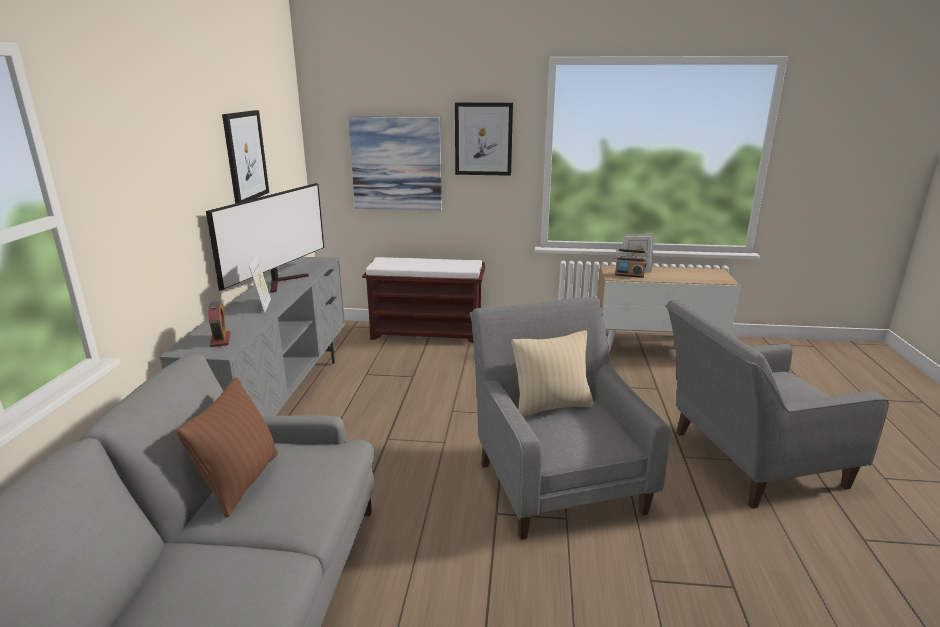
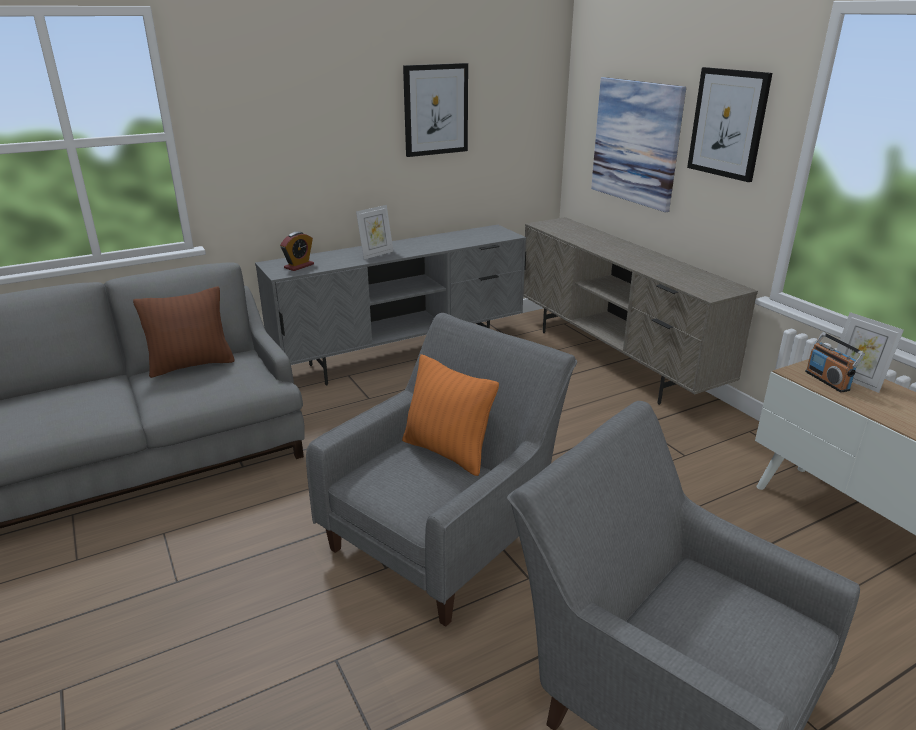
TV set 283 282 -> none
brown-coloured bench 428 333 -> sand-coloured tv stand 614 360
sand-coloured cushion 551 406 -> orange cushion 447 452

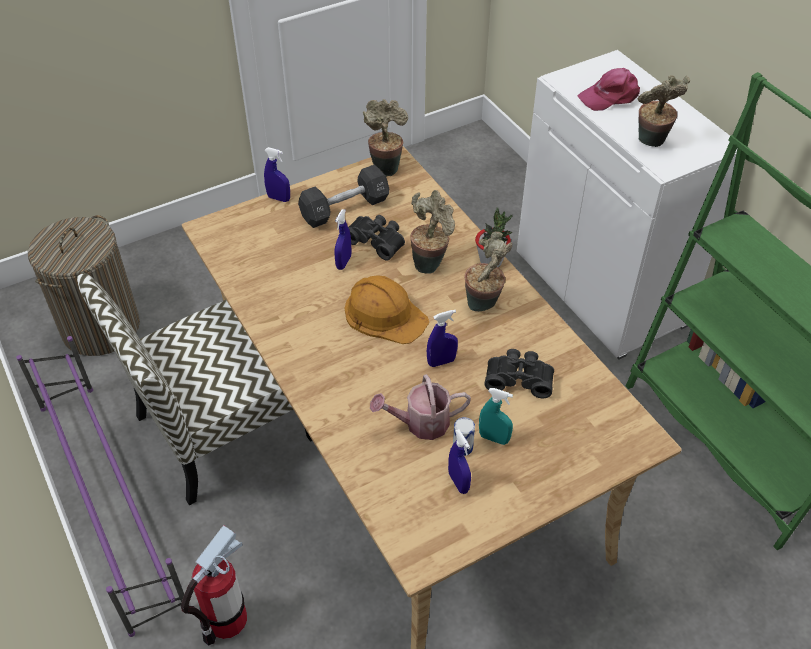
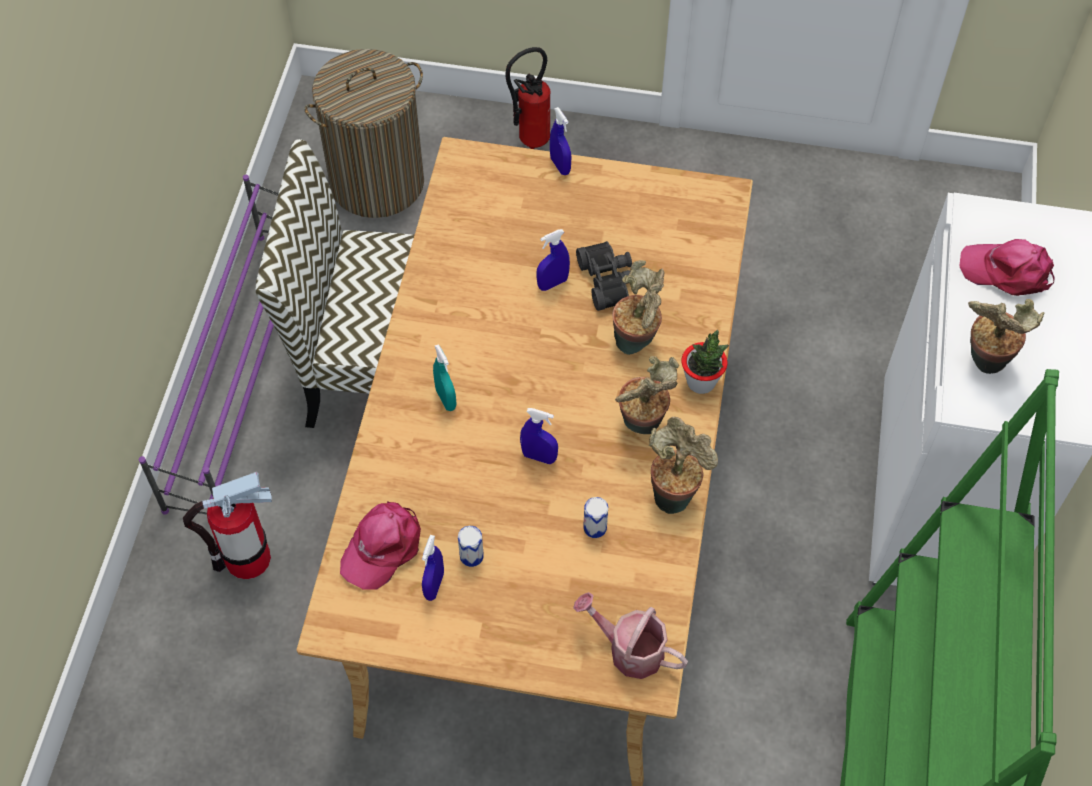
black free weight 345 208 -> none
orange hard hat 385 314 -> none
none -> pink-coloured baseball cap 383 547
none -> extinguisher 528 141
plant in a pot 385 167 -> plant in a pot 674 494, moved
sprinkling can 421 423 -> sprinkling can 629 649, moved
turquoise-coloured sprayer 494 438 -> turquoise-coloured sprayer 446 399, moved
black pair of binoculars 519 378 -> sealed can 595 527

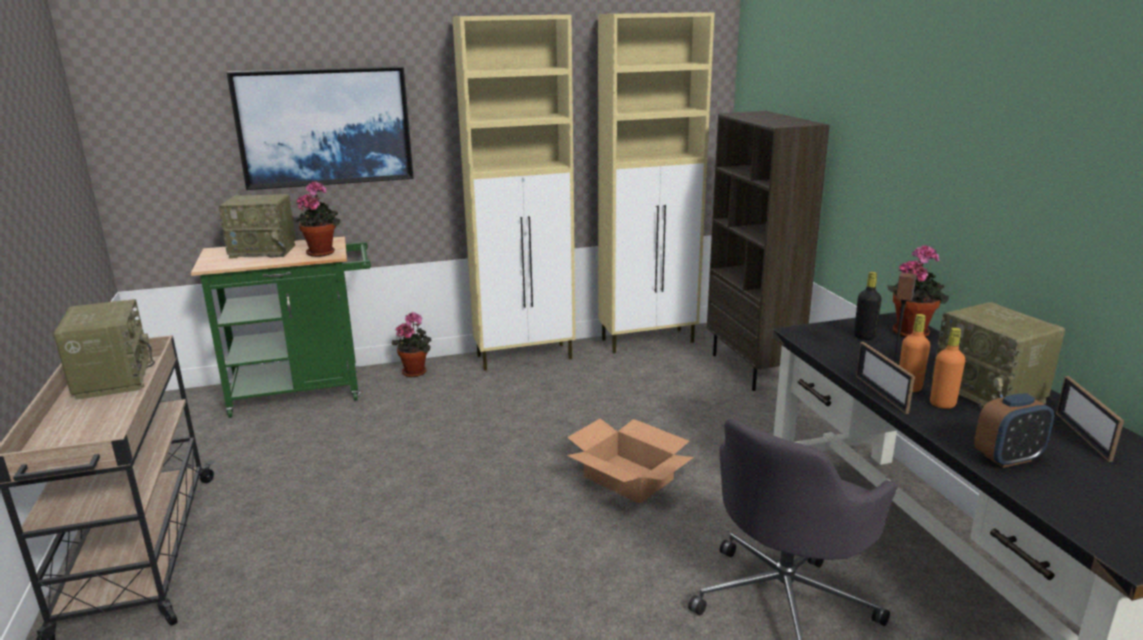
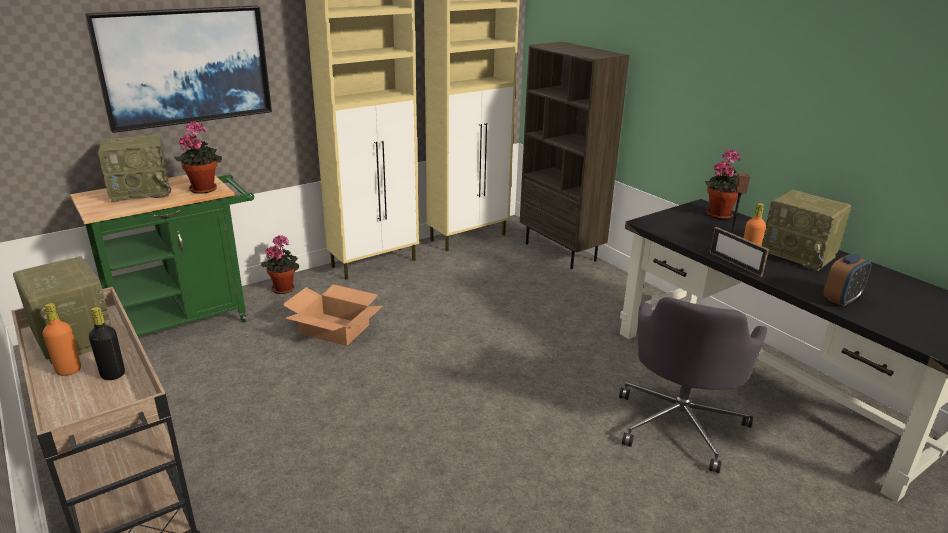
standing frame 1082 436 -> none
packing box 628 478 -> packing box 334 329, moved
black drink bottle 864 337 -> black drink bottle 113 375, moved
orange drink bottle 942 404 -> orange drink bottle 69 370, moved

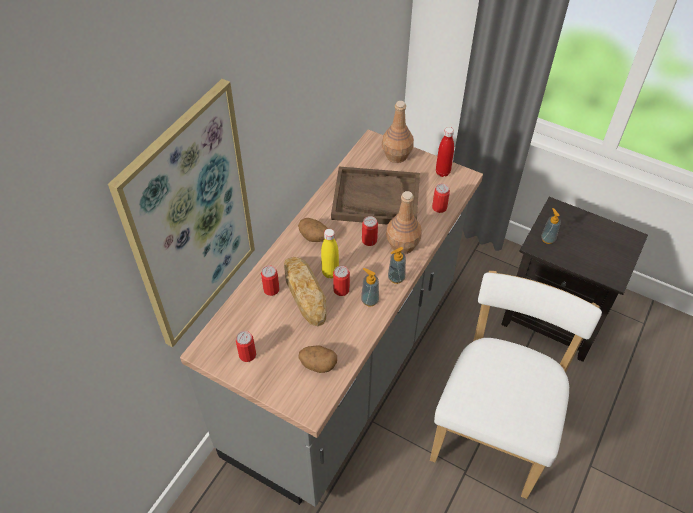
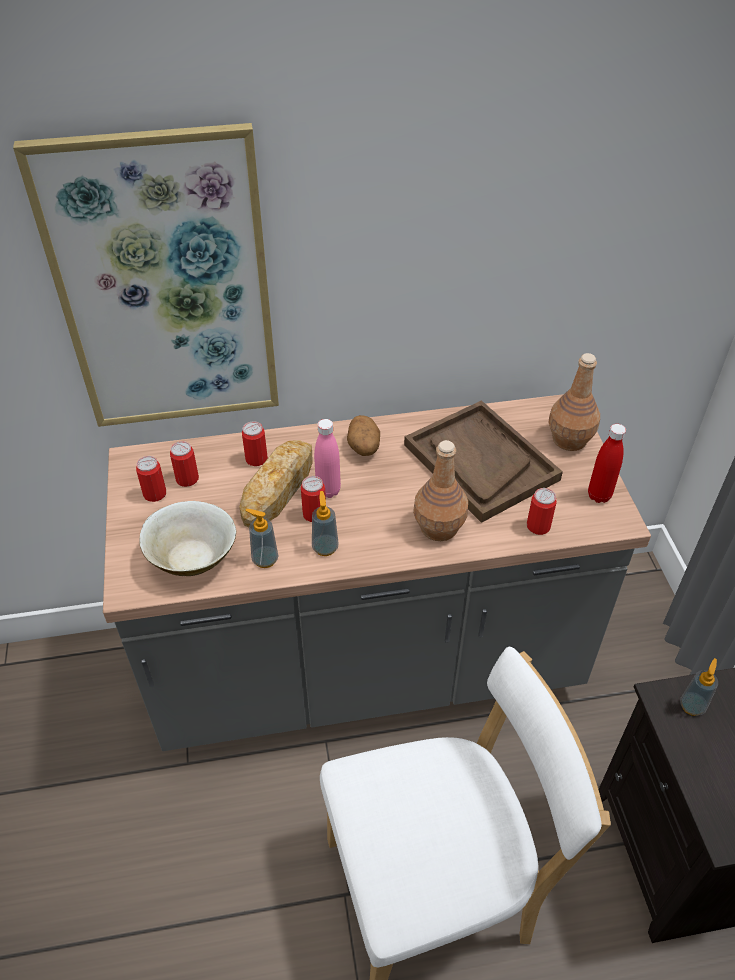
sealed can 369 240 -> sealed can 187 479, moved
liquid soap bottle 396 278 -> liquid soap bottle 265 559, moved
potato 318 364 -> sand-coloured deep dish 193 557
yellow drink bottle 330 273 -> pink-coloured drink bottle 328 490

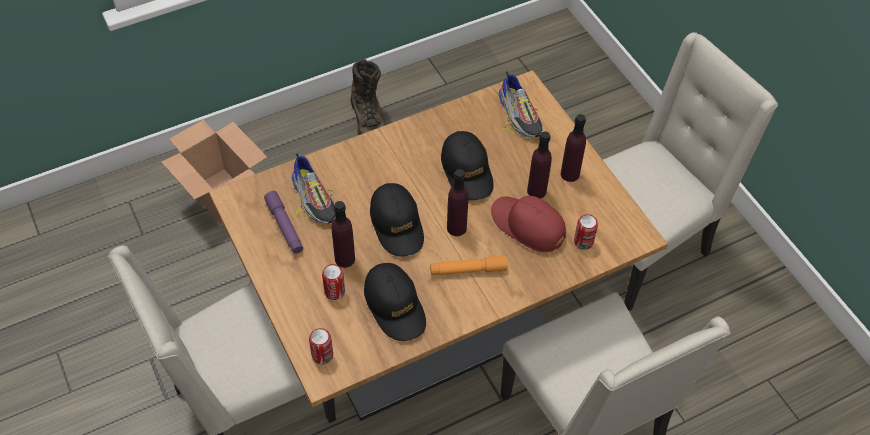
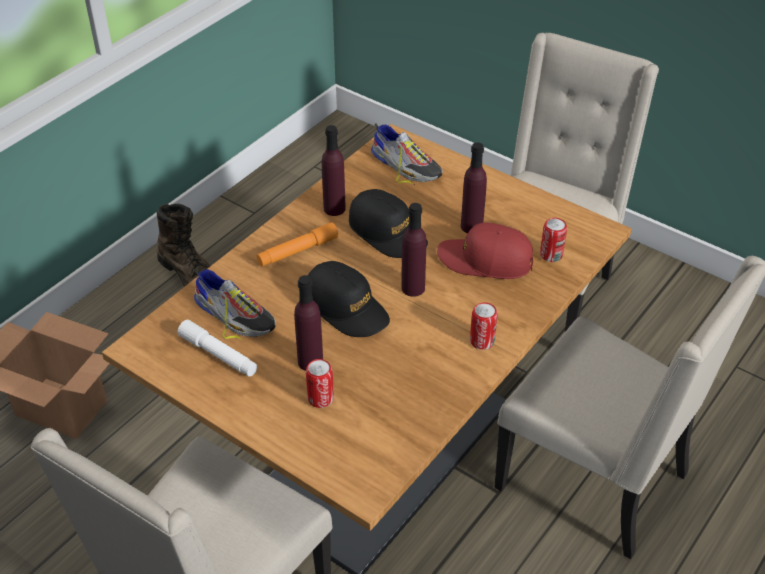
black baseball cap 395 306 -> none
sealed can 322 355 -> sealed can 482 341, moved
orange flashlight 468 270 -> orange flashlight 298 251, moved
purplish drink bottle 570 174 -> purplish drink bottle 334 208, moved
purplish flashlight 284 226 -> white-coloured flashlight 218 355

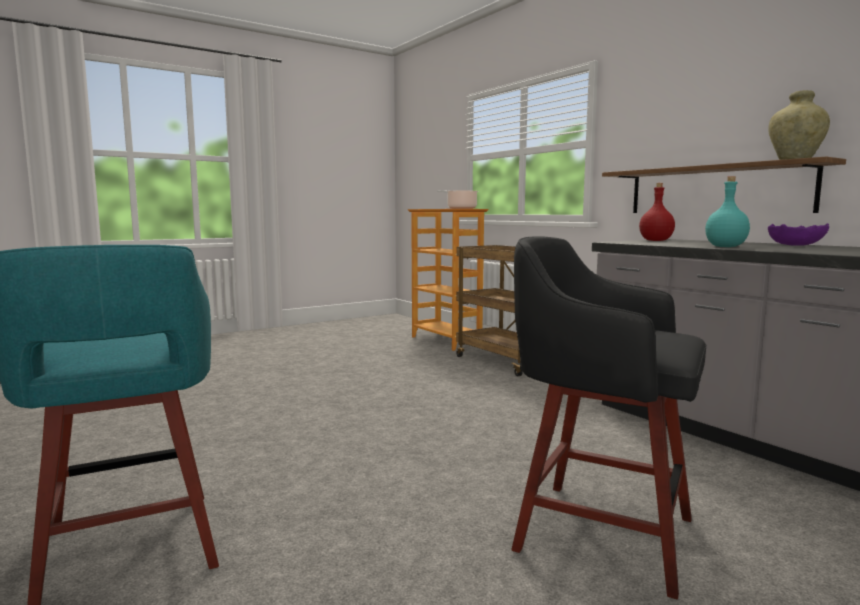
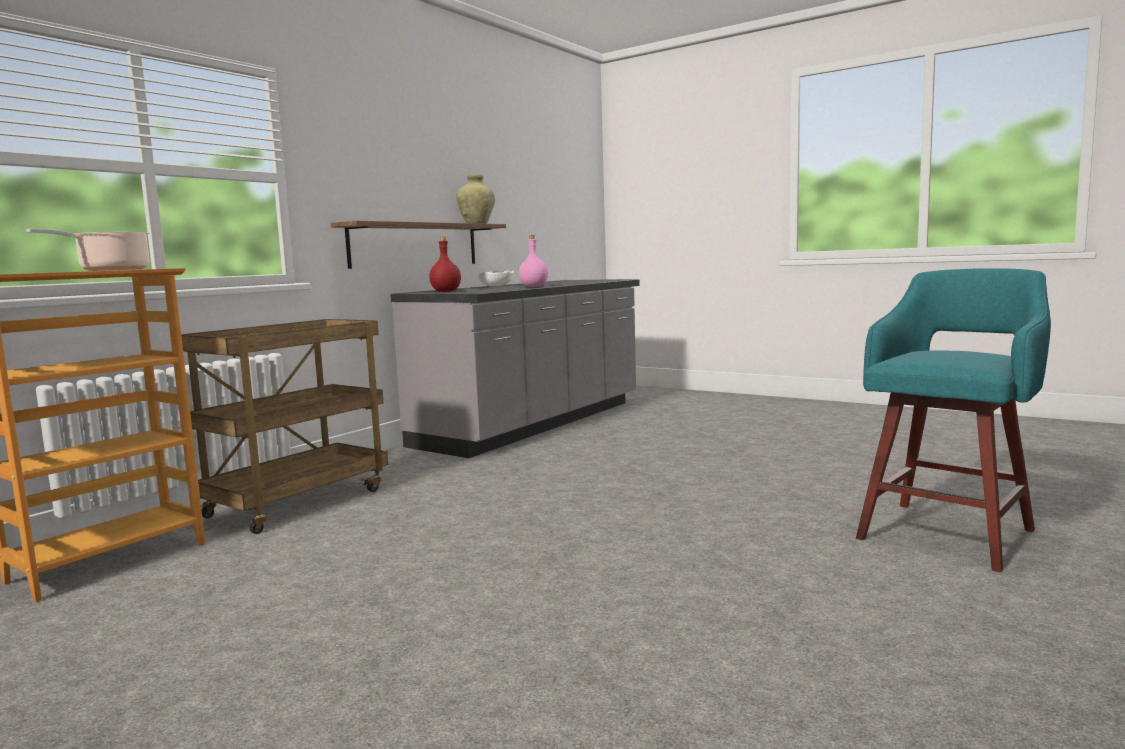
black sitting stool 598 531 -> none
turquoise-coloured drink bottle 726 247 -> pink-coloured drink bottle 534 286
purplish deep dish 795 245 -> white-coloured deep dish 496 286

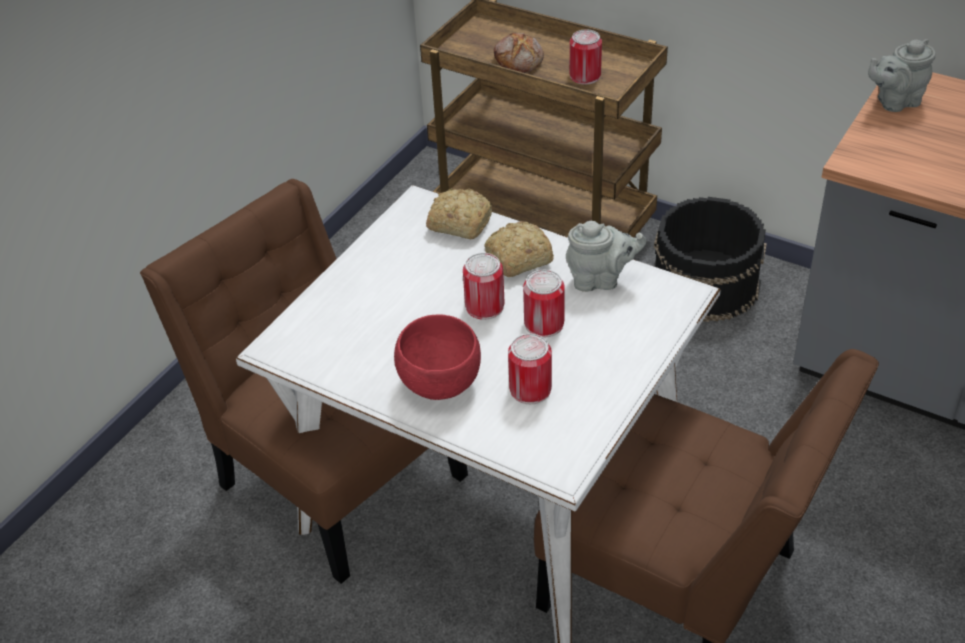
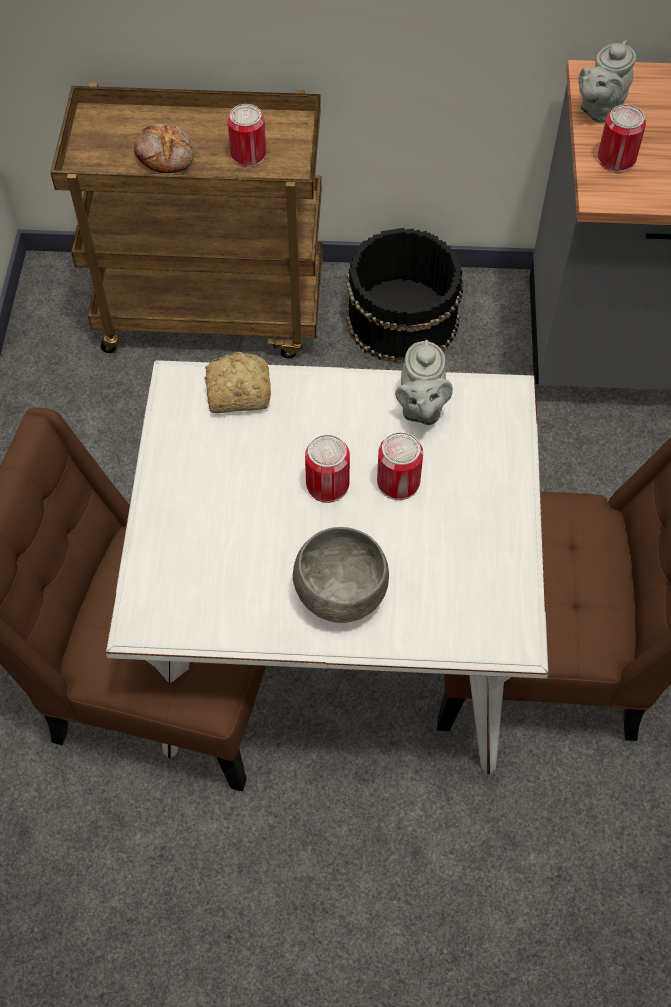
bakery bread 516 259 -> none
sealed can 530 389 -> sealed can 616 159, moved
red-coloured deep dish 438 384 -> gray deep dish 340 596
gray tea pot 600 280 -> gray tea pot 421 409, 120 degrees clockwise

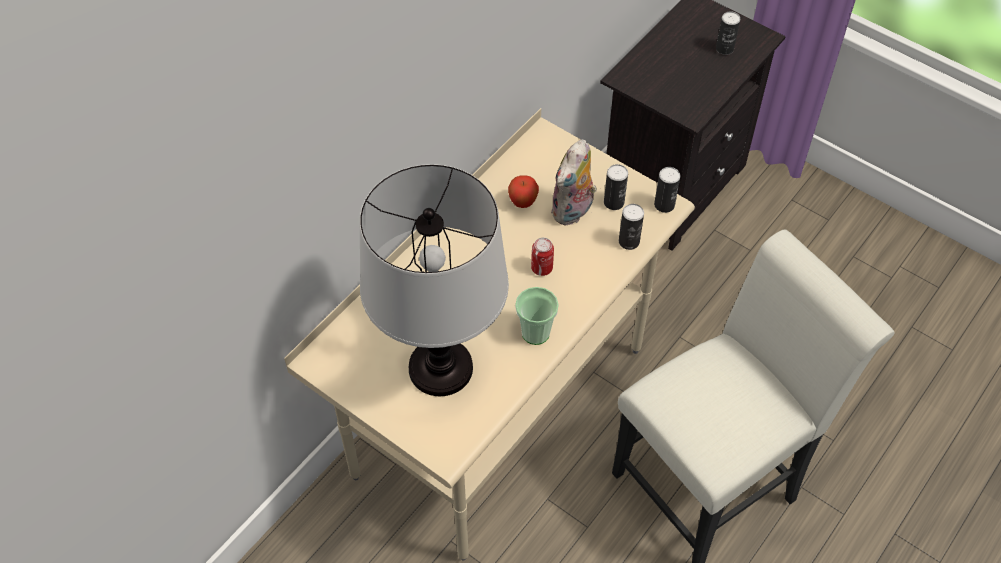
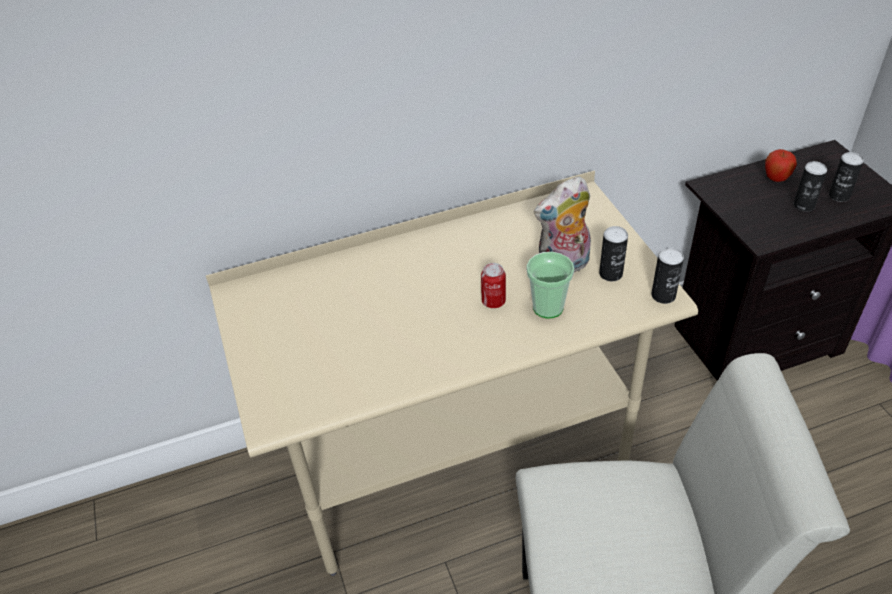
table lamp 441 368 -> none
apple fruit 522 203 -> apple fruit 776 179, moved
cup 535 333 -> cup 548 307, moved
sealed can 629 241 -> sealed can 804 205, moved

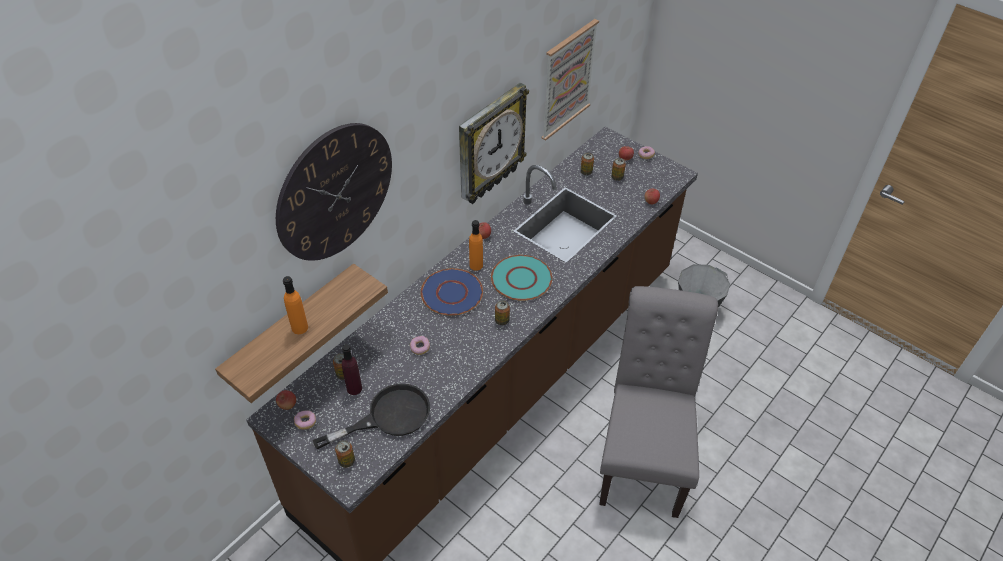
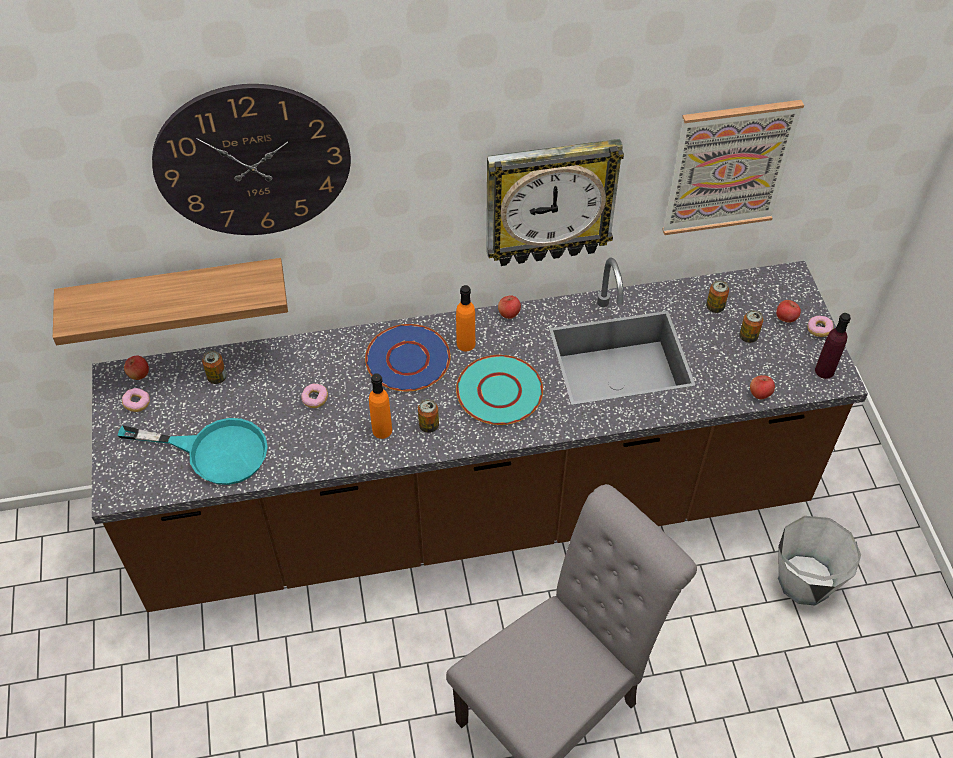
sealed can 346 461 -> none
orange drink bottle 300 328 -> orange drink bottle 382 430, moved
purplish drink bottle 354 388 -> purplish drink bottle 824 371, moved
black pan 388 416 -> turquoise-coloured pan 214 451

